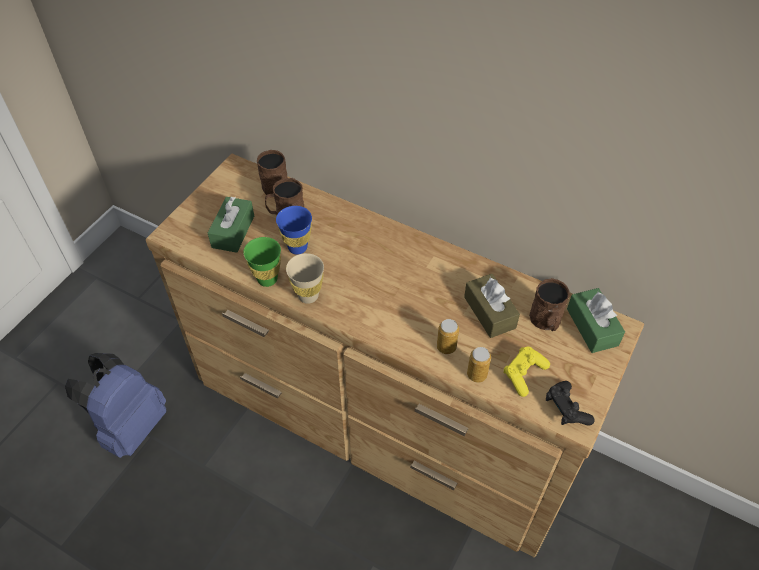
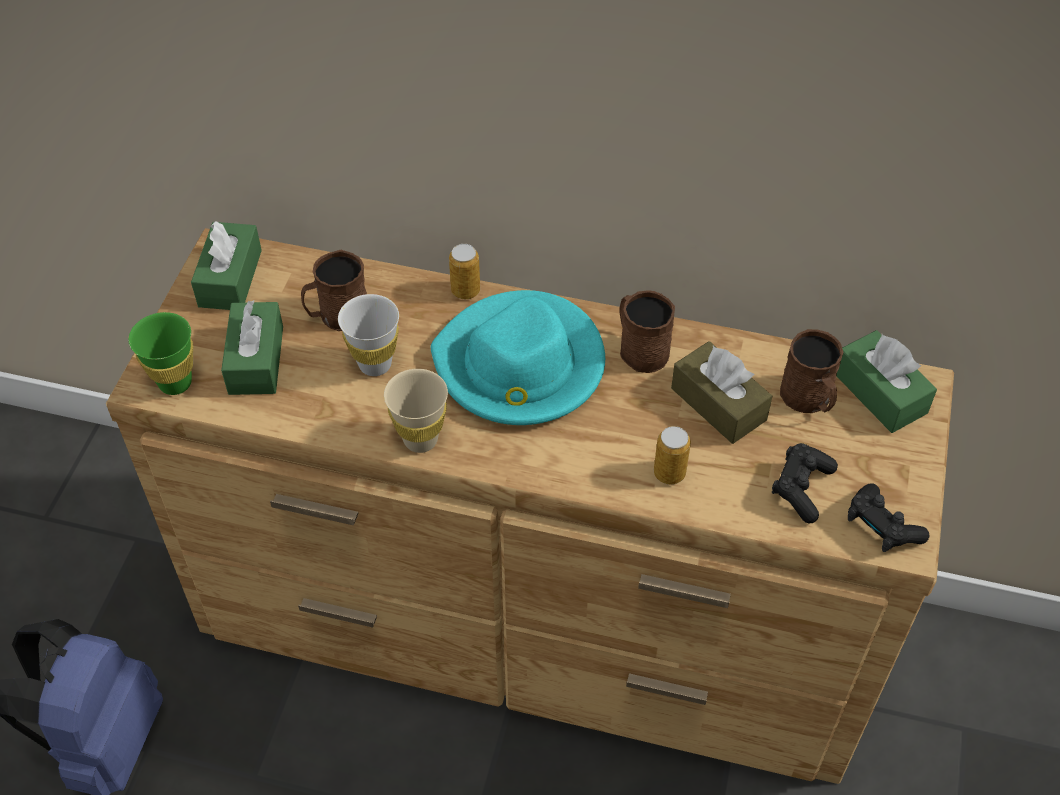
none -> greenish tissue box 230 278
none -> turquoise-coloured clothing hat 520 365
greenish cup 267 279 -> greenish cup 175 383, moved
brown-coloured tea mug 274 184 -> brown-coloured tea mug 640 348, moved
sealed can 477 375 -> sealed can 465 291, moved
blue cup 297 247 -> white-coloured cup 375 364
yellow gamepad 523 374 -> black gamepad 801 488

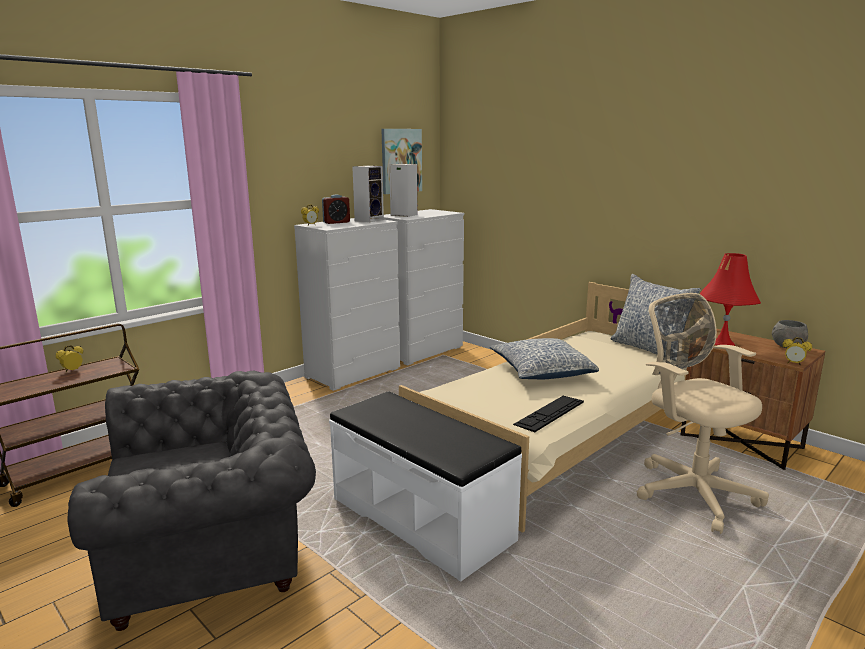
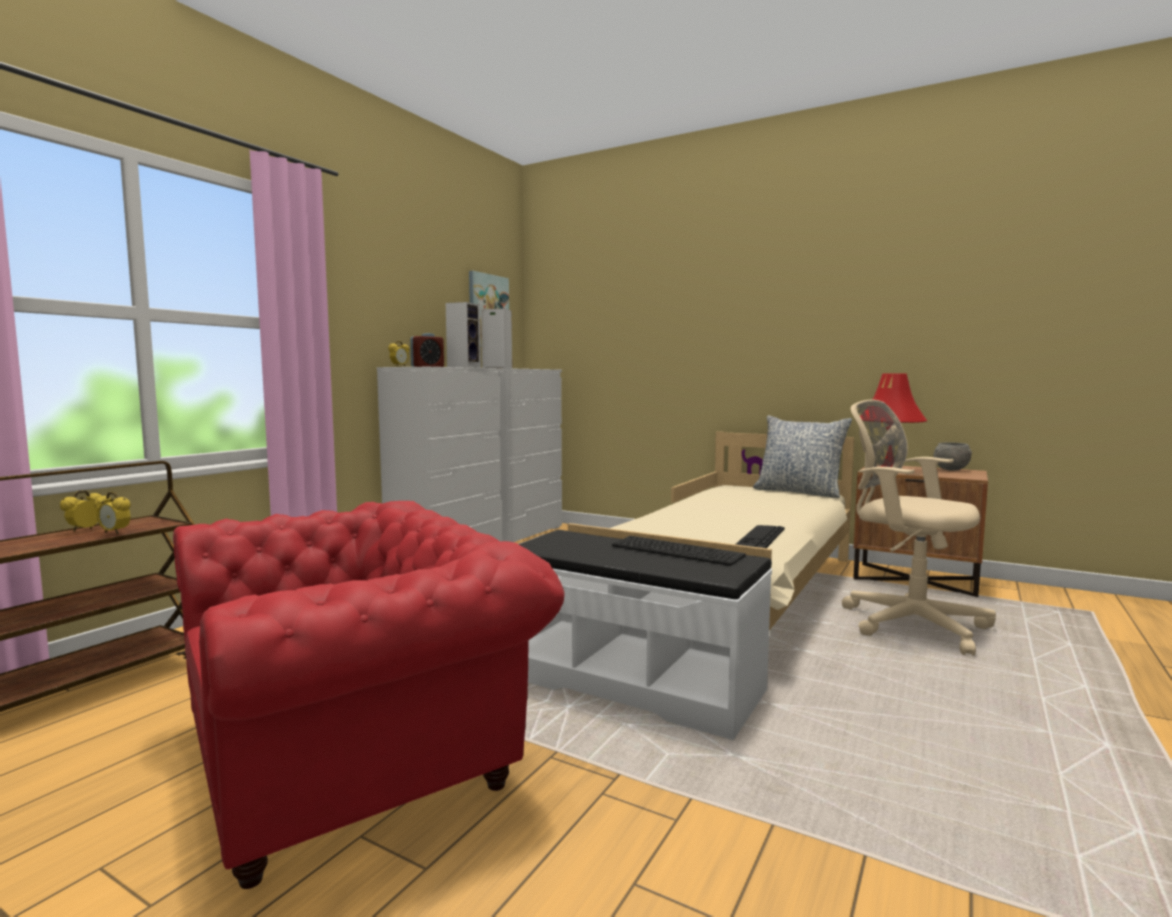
cushion 540 371 -> none
none -> computer keyboard 679 550
bedside clock 794 363 -> bedside clock 114 533, moved
gray armchair 215 550 -> red-coloured armchair 361 755

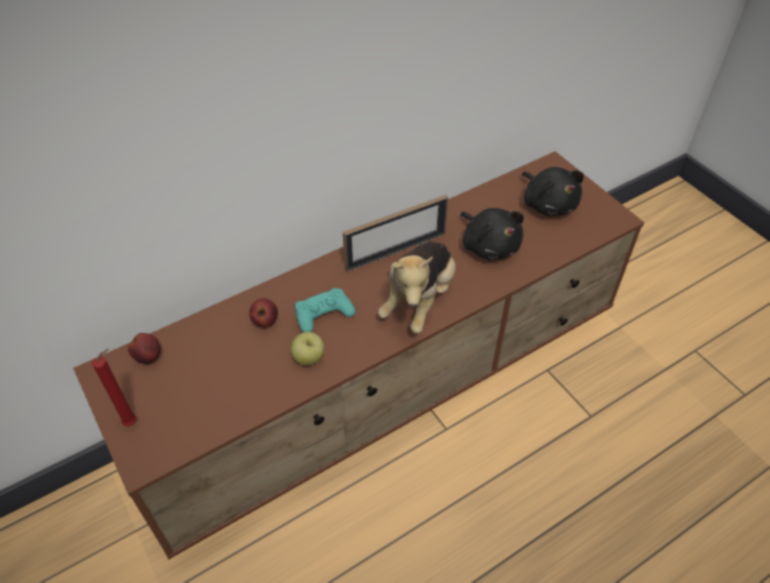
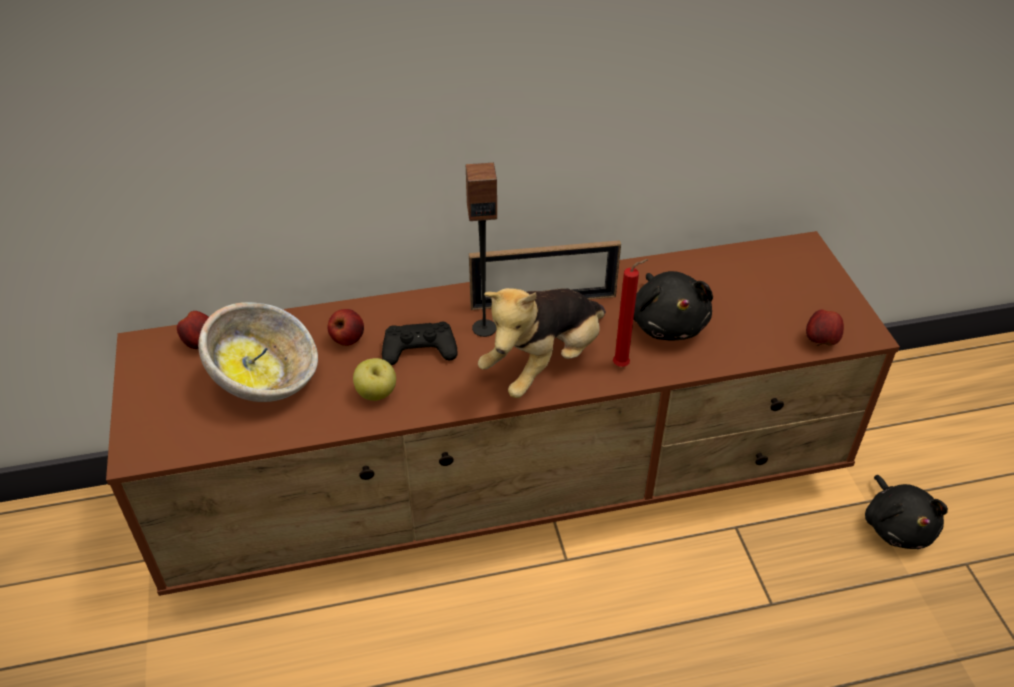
none -> deep dish 267 380
none -> speaker 484 328
none -> apple fruit 821 341
red-coloured wax candle 133 421 -> red-coloured wax candle 623 365, moved
black cuddly toy 548 204 -> black cuddly toy 897 526, moved
turquoise-coloured gamepad 323 314 -> black gamepad 419 349

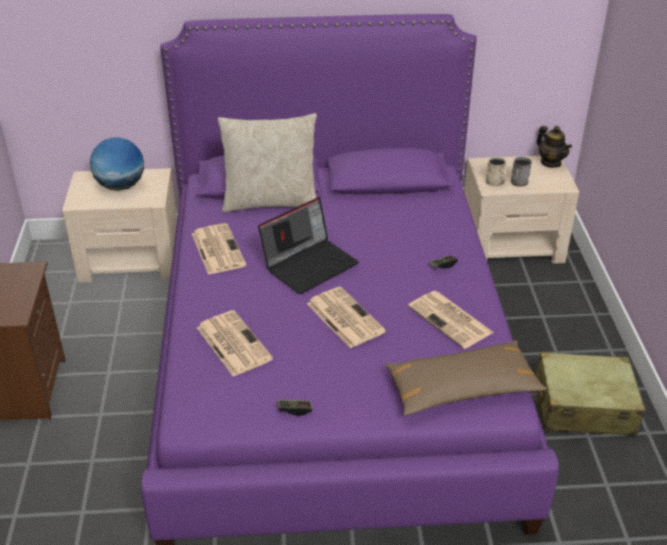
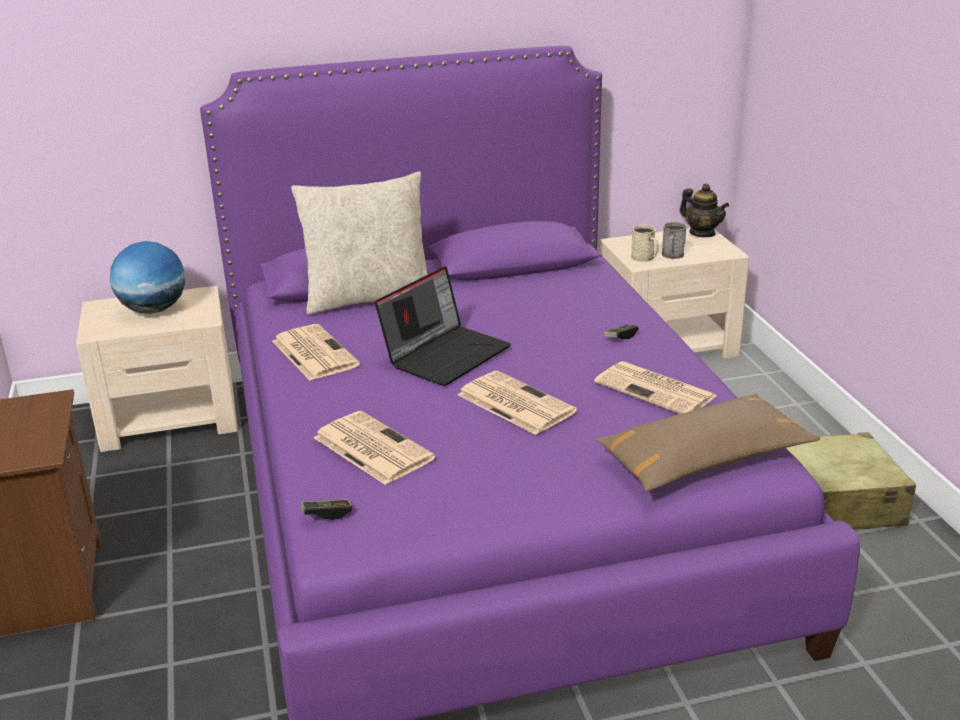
gamepad 294 410 -> gamepad 327 514, moved

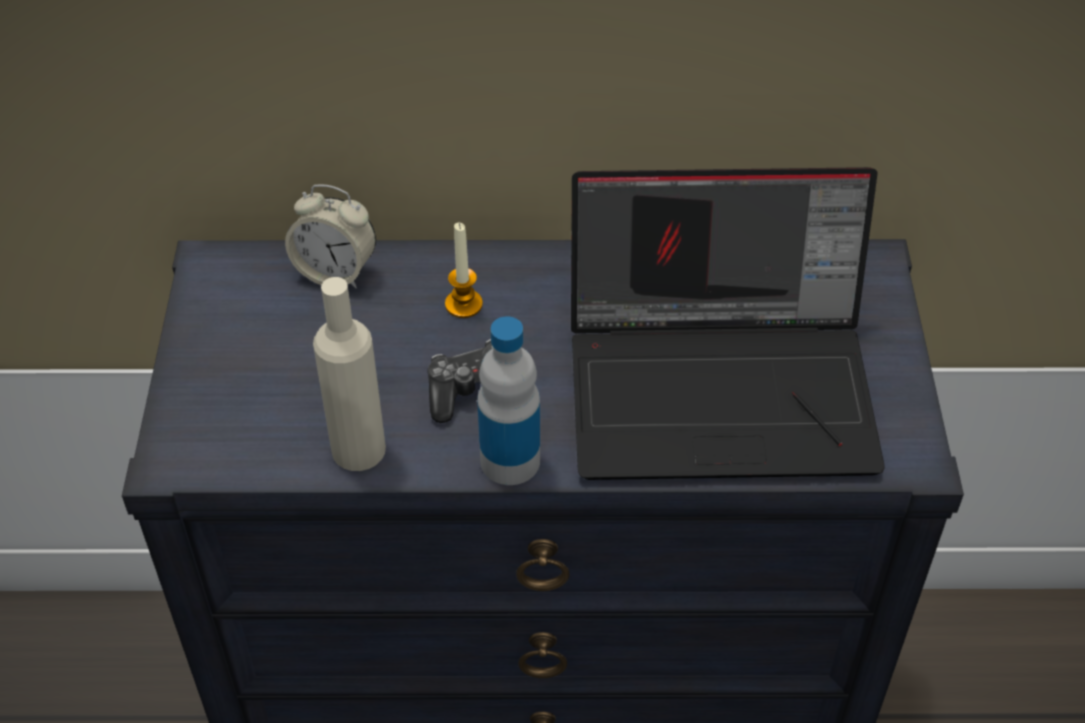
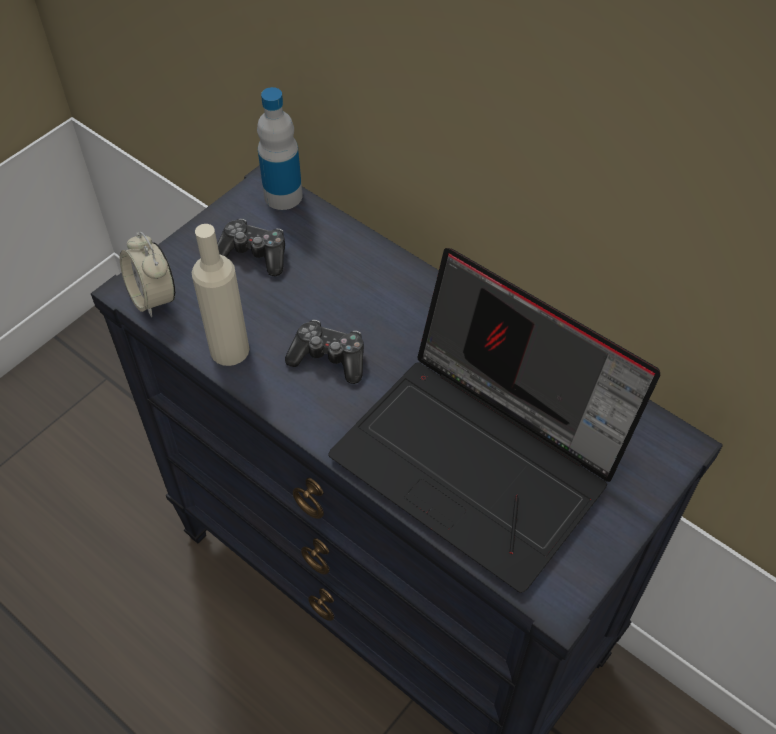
wax candle 463 304 -> none
none -> gamepad 254 254
bedside clock 335 272 -> bedside clock 153 298, moved
drink bottle 510 461 -> drink bottle 283 196, moved

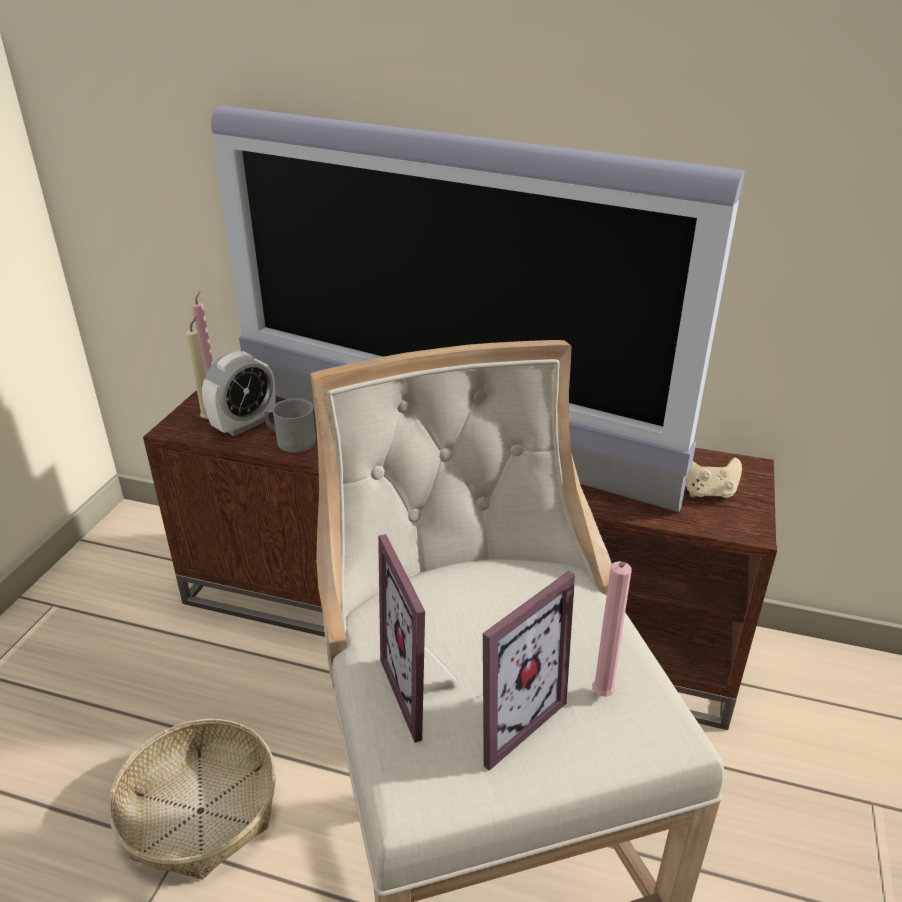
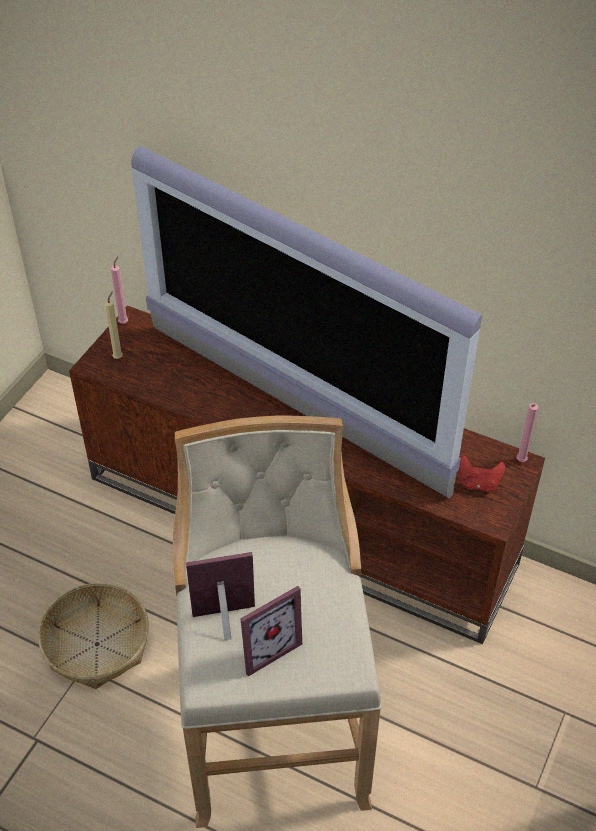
bedside clock 244 424 -> none
gray tea mug 291 440 -> none
pink-coloured wax candle 601 697 -> pink-coloured wax candle 520 462, moved
sand-coloured gamepad 707 492 -> red-coloured gamepad 478 483
standing frame 427 690 -> standing frame 226 624, 90 degrees clockwise

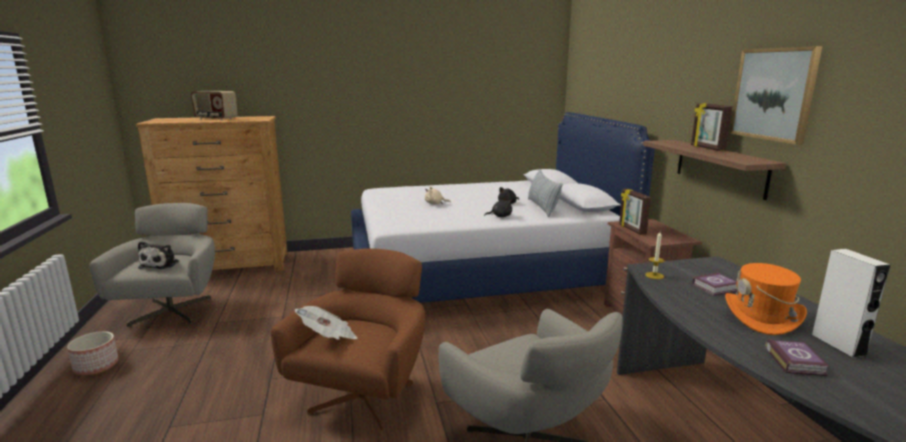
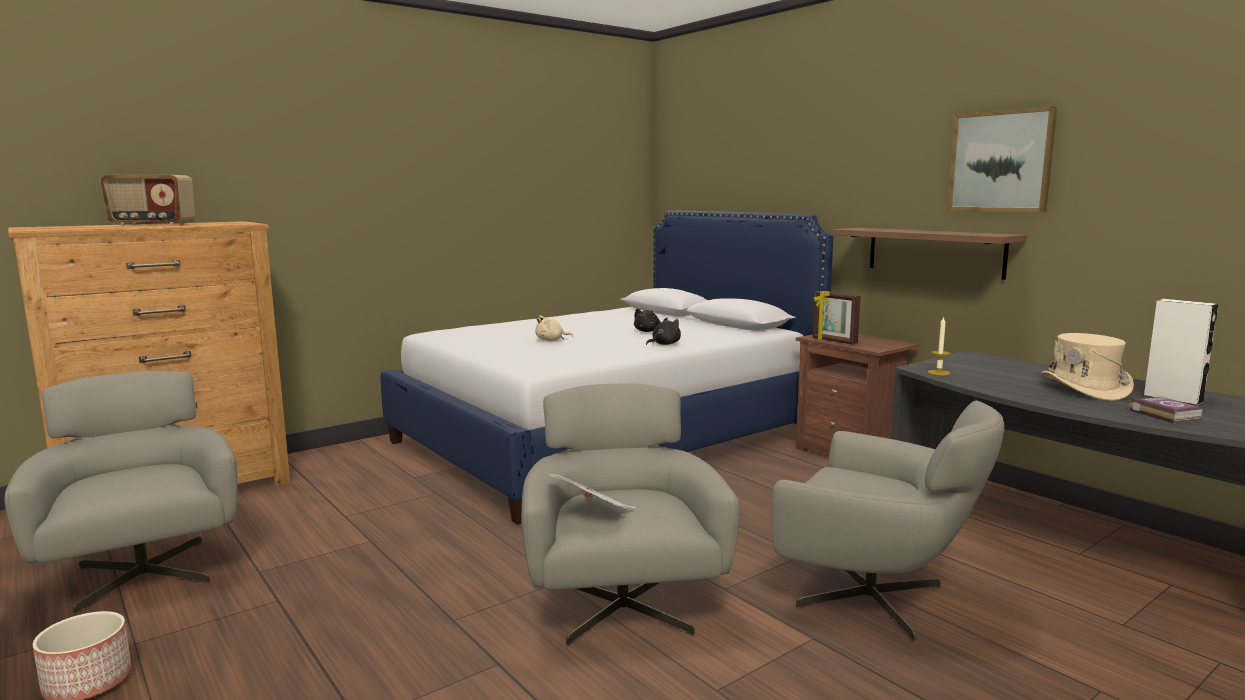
cuddly toy 161 264 -> none
cushion 542 207 -> none
standing frame 706 148 -> none
book 717 288 -> none
brown-coloured armchair 364 396 -> gray armchair 622 605
orange clothing hat 762 316 -> sand-coloured clothing hat 1085 389

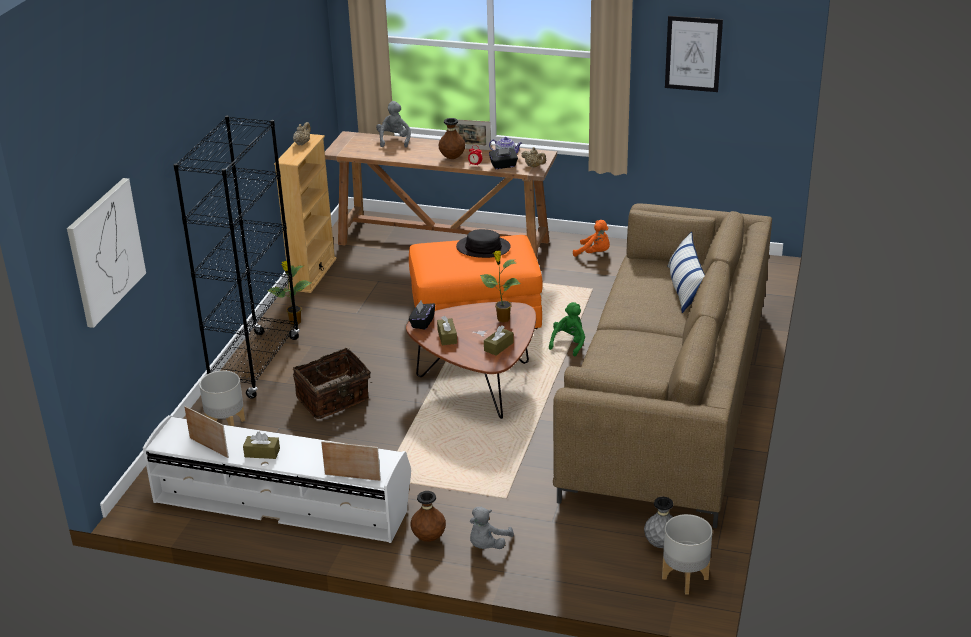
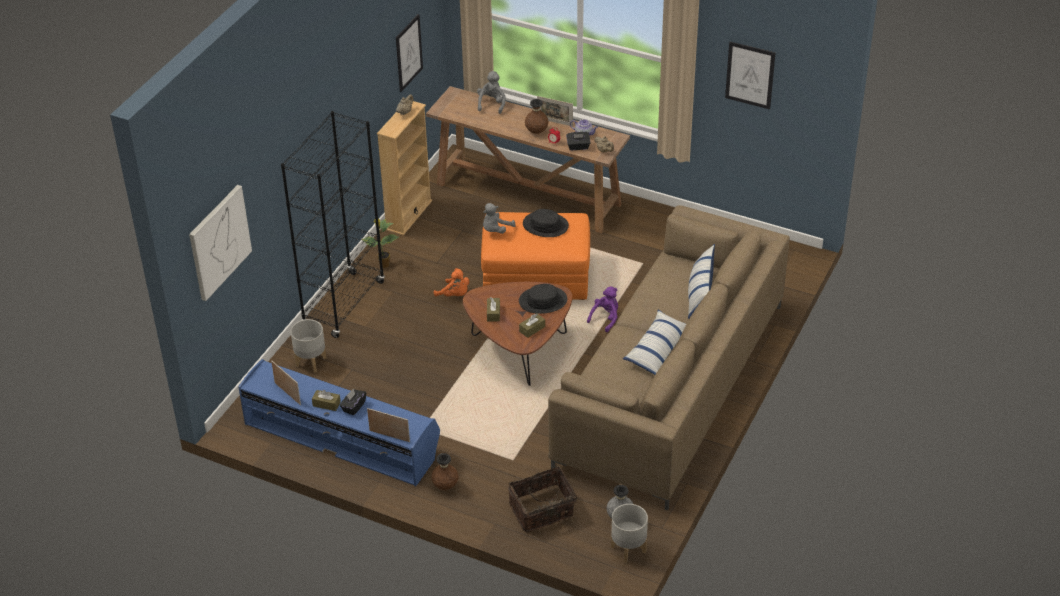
none -> wall art 408 53
none -> cushion 657 349
storage basket 334 399 -> storage basket 542 511, moved
black tissue box 422 323 -> black tissue box 353 407, moved
gray cuddly toy 487 545 -> gray cuddly toy 496 230, moved
orange cuddly toy 594 253 -> orange cuddly toy 454 295, moved
plant in a pot 502 319 -> black clothing hat 543 301
white-coloured tv stand 282 501 -> blue tv stand 341 437
greenish cuddly toy 569 343 -> purplish cuddly toy 605 318

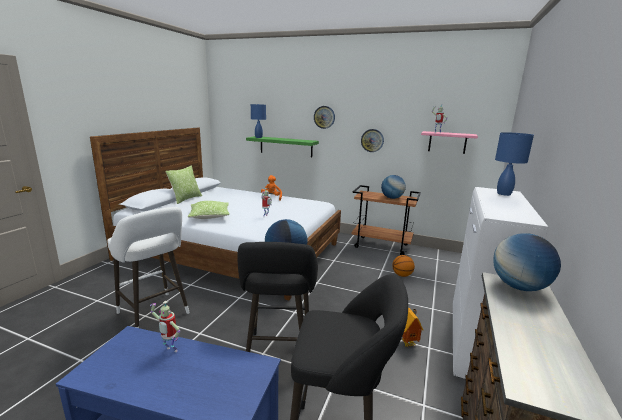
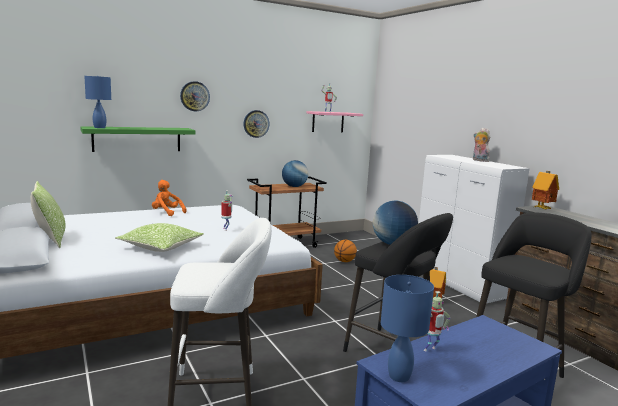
none -> cuddly toy 479 160
blue table lamp 504 194 -> blue table lamp 399 376, moved
world globe 519 287 -> miniature house 542 208

